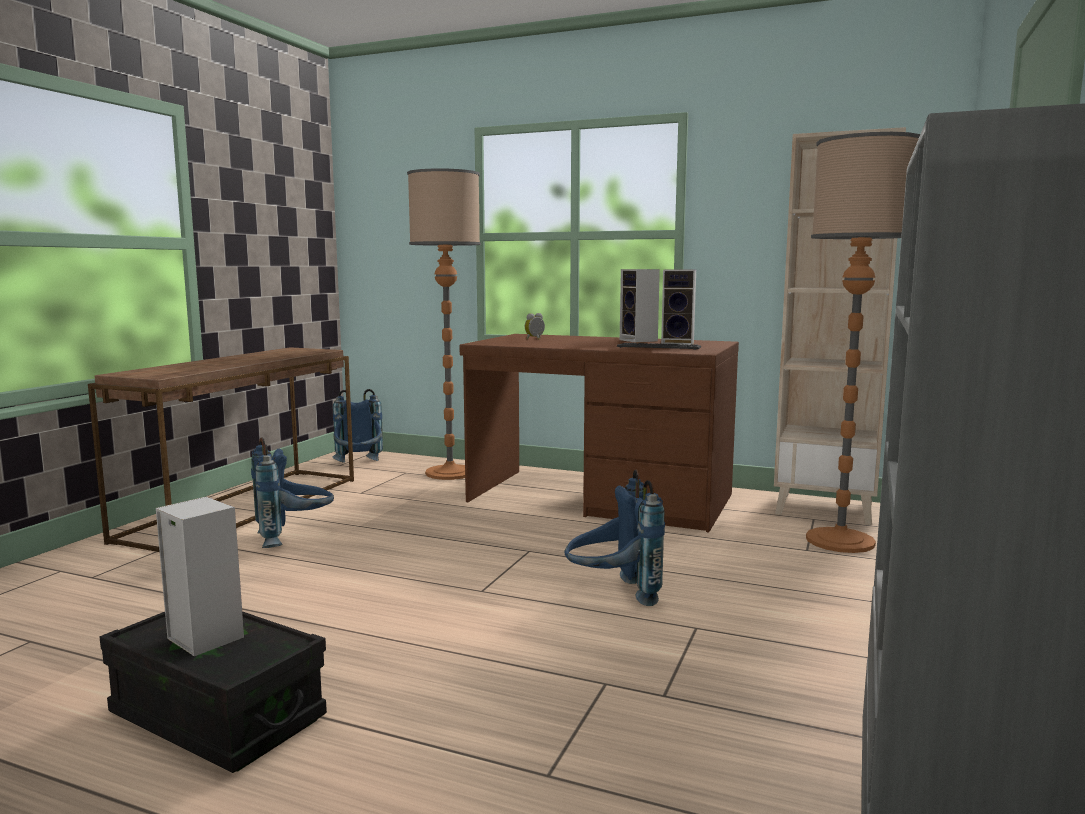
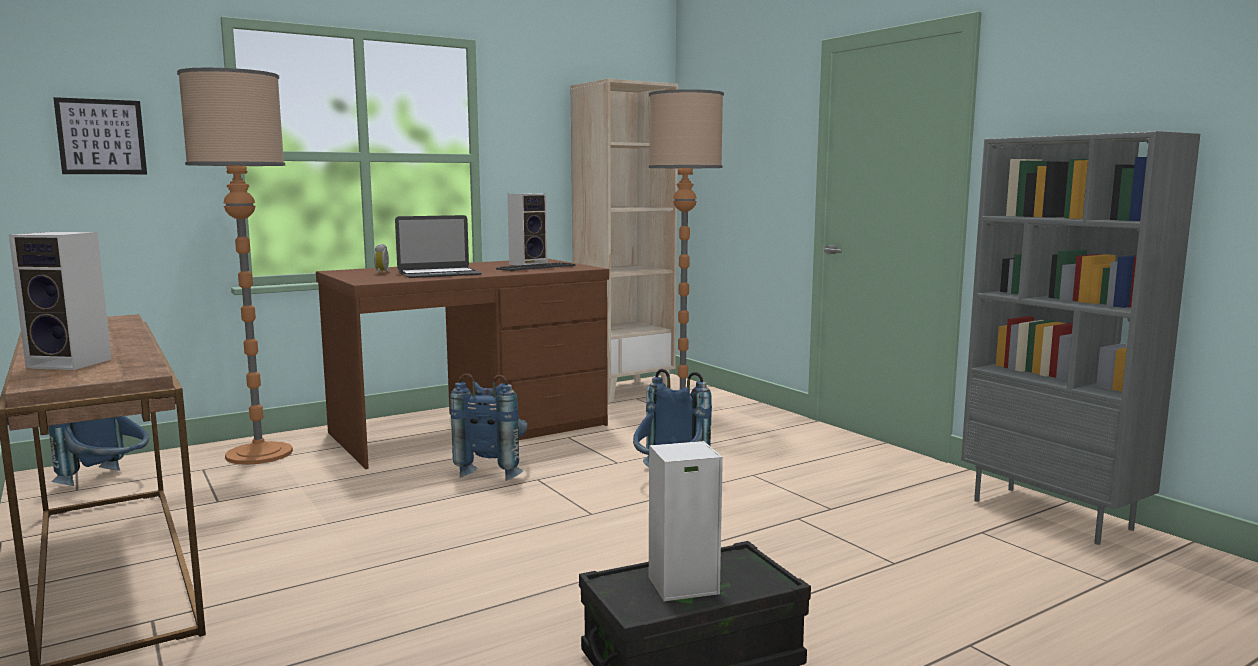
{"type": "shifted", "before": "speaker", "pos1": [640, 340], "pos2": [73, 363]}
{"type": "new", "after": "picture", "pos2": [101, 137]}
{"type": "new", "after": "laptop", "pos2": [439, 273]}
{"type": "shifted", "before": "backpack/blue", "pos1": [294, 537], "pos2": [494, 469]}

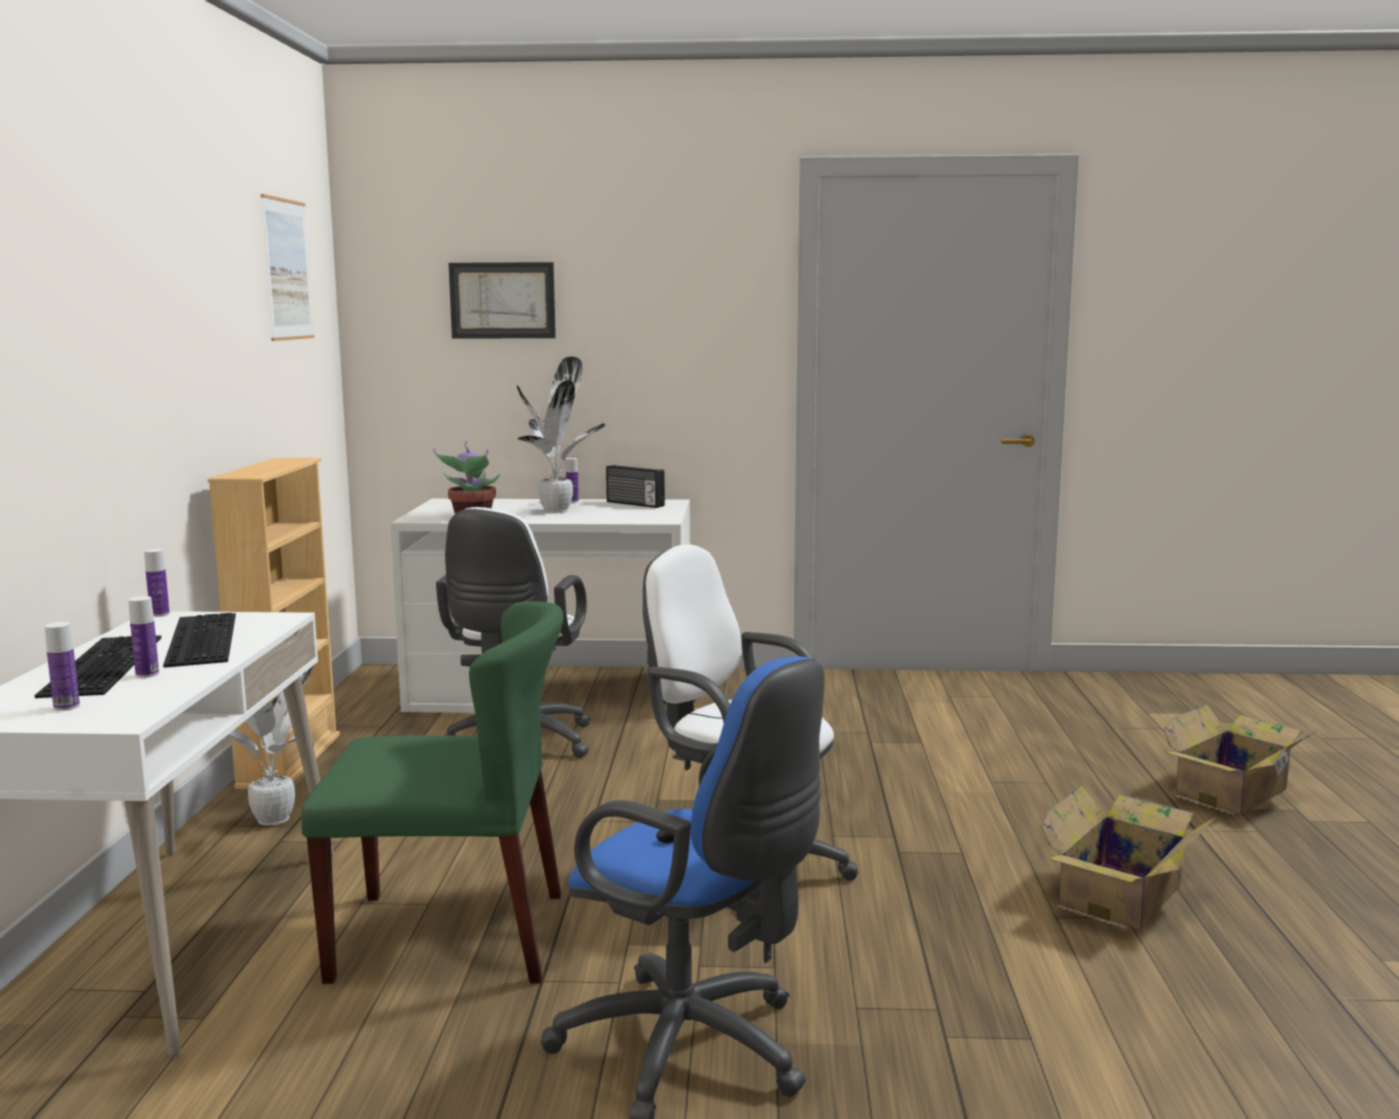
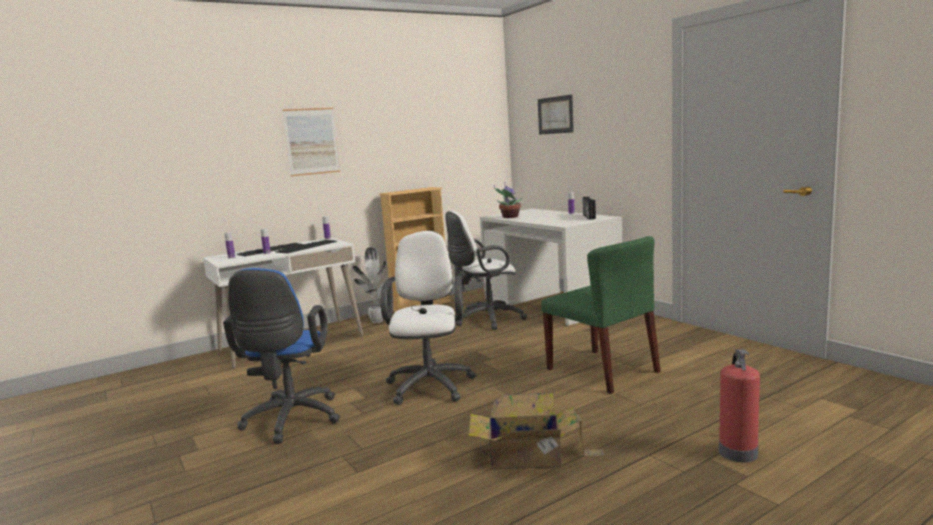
{"type": "shifted", "before": "picture", "pos1": [287, 269], "pos2": [312, 141]}
{"type": "shifted", "before": "chair/green", "pos1": [452, 936], "pos2": [603, 370]}
{"type": "swapped", "before": "cardboard box", "after": "fire extinguisher", "pos1": [1235, 791], "pos2": [737, 451]}
{"type": "gone", "before": "potted plant", "pos1": [557, 510]}

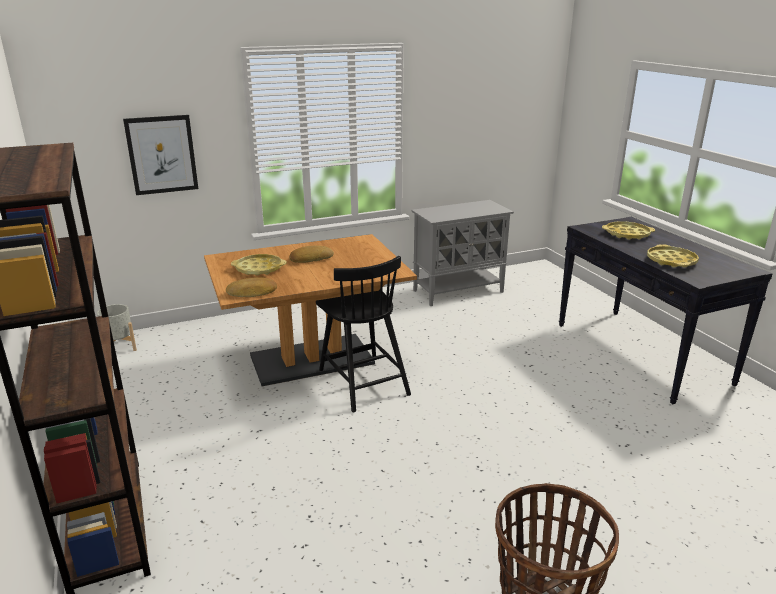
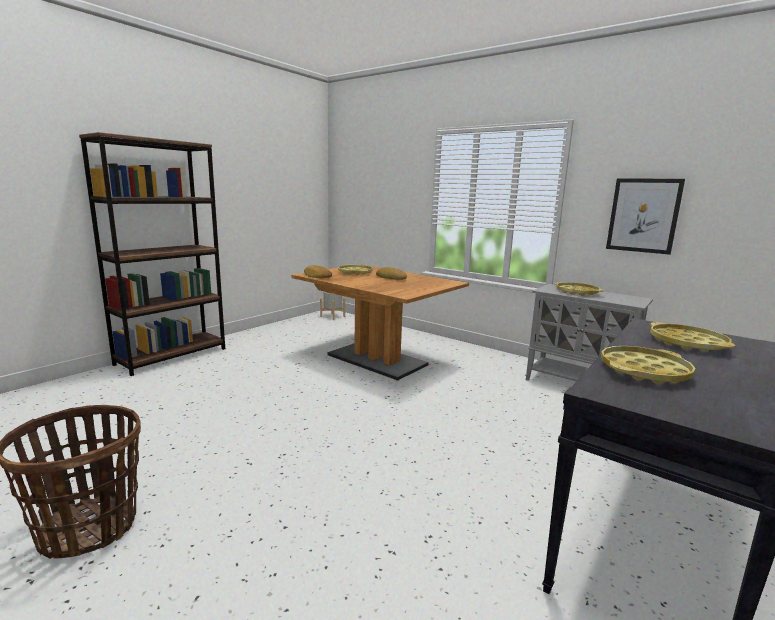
{"type": "new", "after": "tray/yellow", "pos2": [577, 292]}
{"type": "shifted", "before": "picture", "pos1": [162, 154], "pos2": [643, 215]}
{"type": "gone", "before": "chair/black", "pos1": [363, 382]}

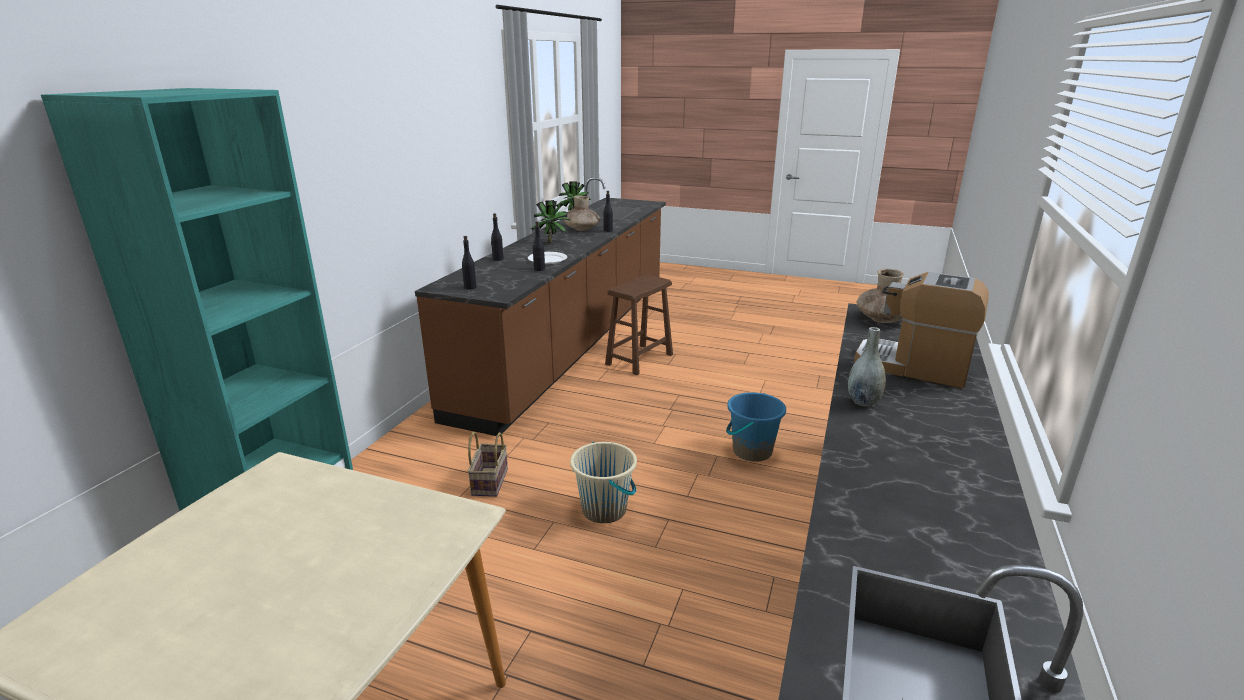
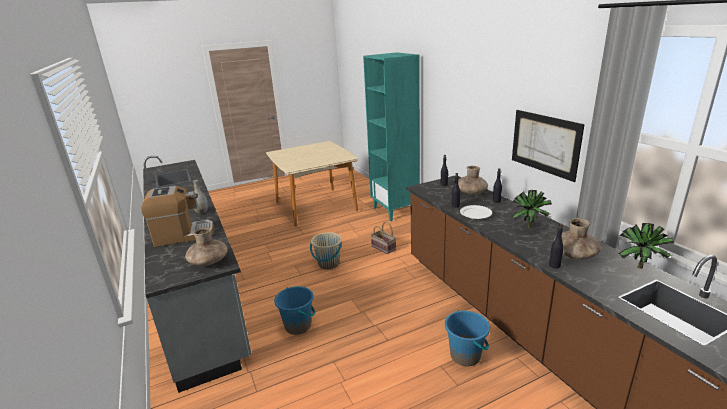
{"type": "swapped", "before": "stool/brown", "after": "bucket/blue", "pos1": [639, 359], "pos2": [465, 355]}
{"type": "new", "after": "vase/brown", "pos2": [471, 192]}
{"type": "new", "after": "picture", "pos2": [544, 143]}

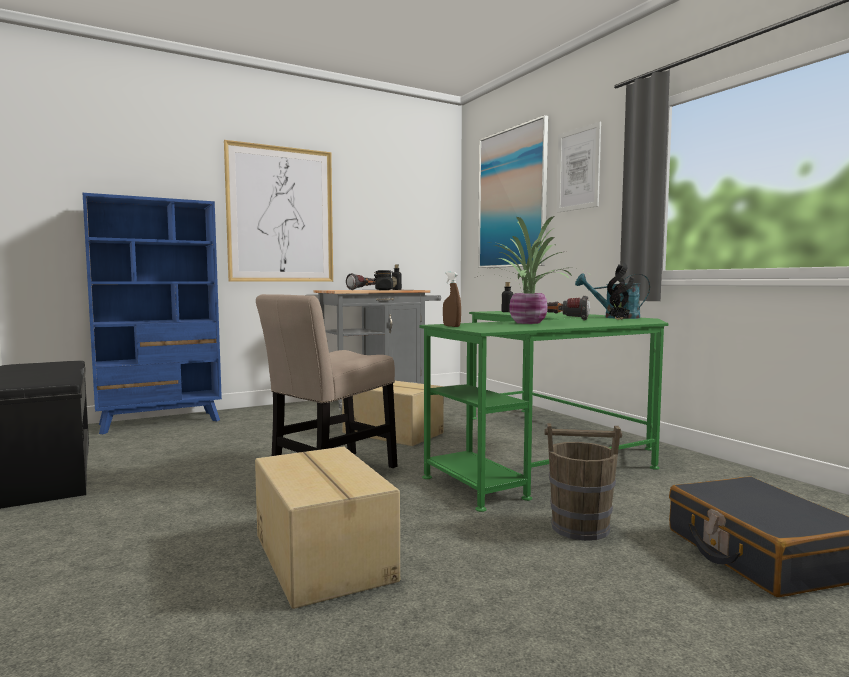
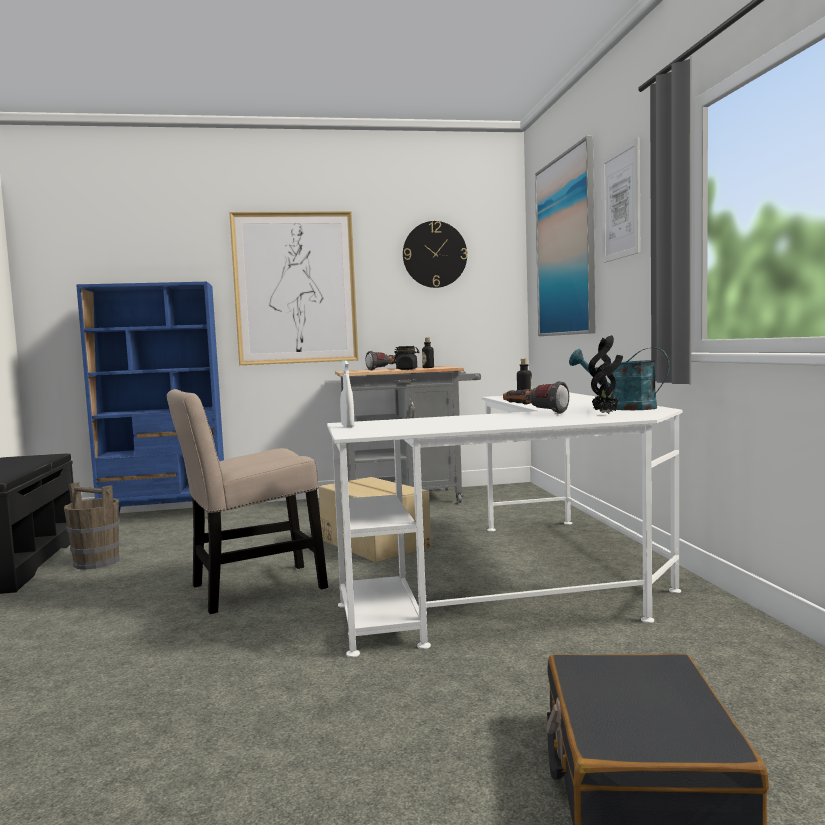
{"type": "shifted", "before": "bucket/brown", "pos1": [579, 527], "pos2": [96, 562]}
{"type": "repainted", "before": "desk/green", "after": "desk/white", "pos1": [547, 450], "pos2": [531, 580]}
{"type": "repainted", "before": "spray bottle/brown", "after": "spray bottle/white", "pos1": [451, 326], "pos2": [347, 426]}
{"type": "new", "after": "wall clock", "pos2": [434, 254]}
{"type": "gone", "before": "cardboard box", "pos1": [325, 556]}
{"type": "gone", "before": "potted plant", "pos1": [526, 323]}

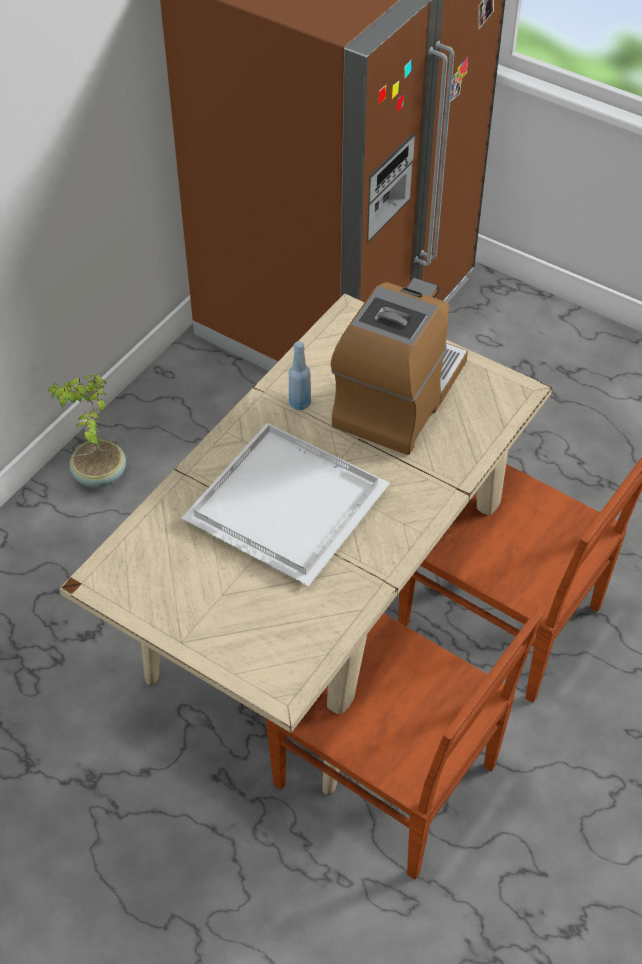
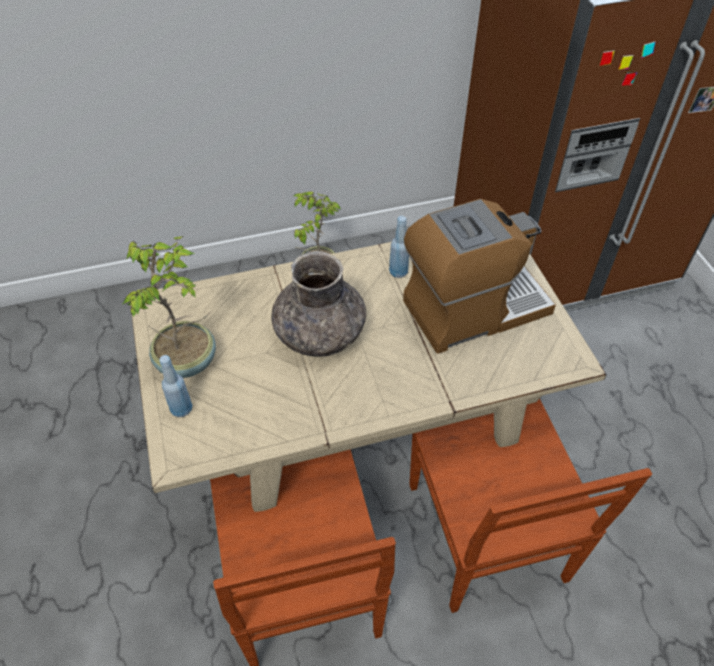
{"type": "new", "after": "potted plant", "pos2": [188, 361]}
{"type": "new", "after": "bottle/blue", "pos2": [181, 409]}
{"type": "swapped", "before": "tray/white", "after": "vase/grey", "pos1": [291, 504], "pos2": [320, 334]}

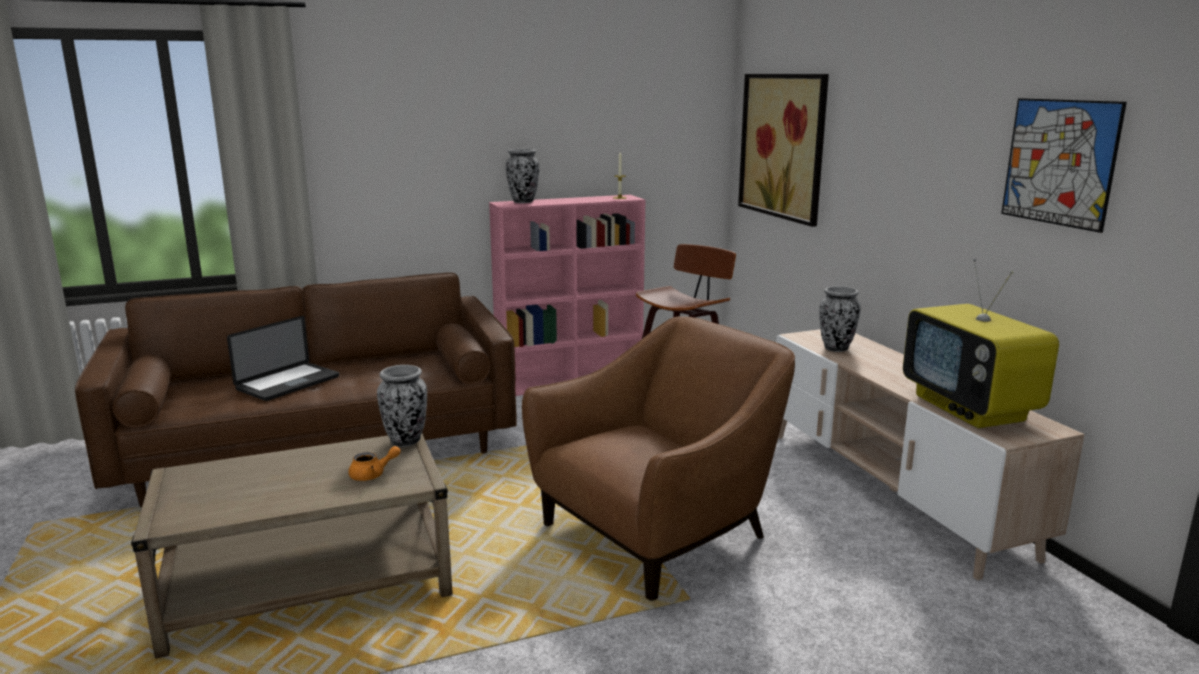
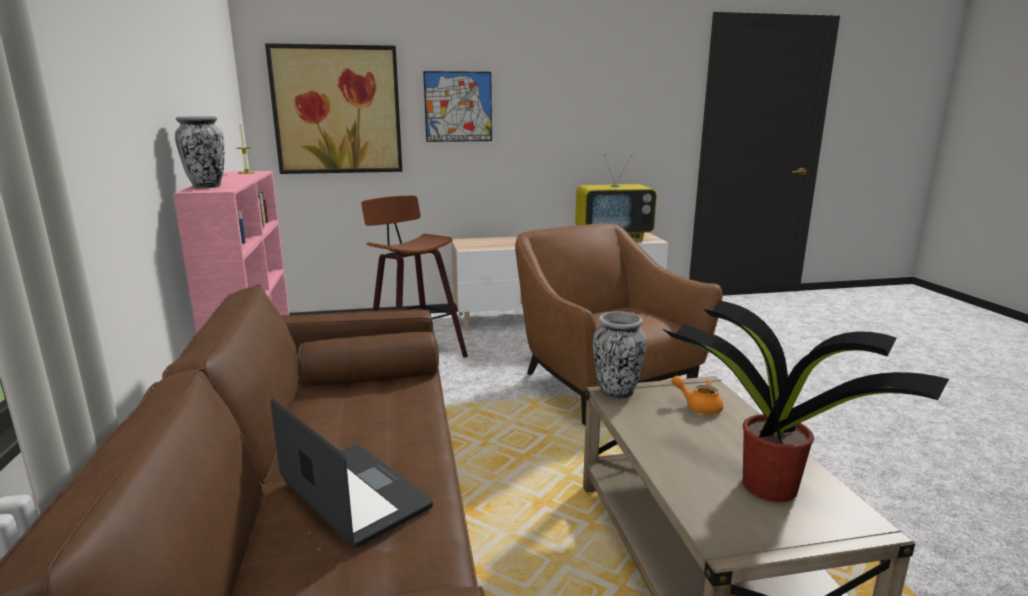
{"type": "shifted", "before": "picture", "pos1": [1059, 162], "pos2": [458, 107]}
{"type": "new", "after": "potted plant", "pos2": [766, 484]}
{"type": "rotated", "before": "teapot/orange", "pos1": [372, 475], "pos2": [698, 406], "turn": -45}
{"type": "gone", "before": "vase", "pos1": [836, 348]}

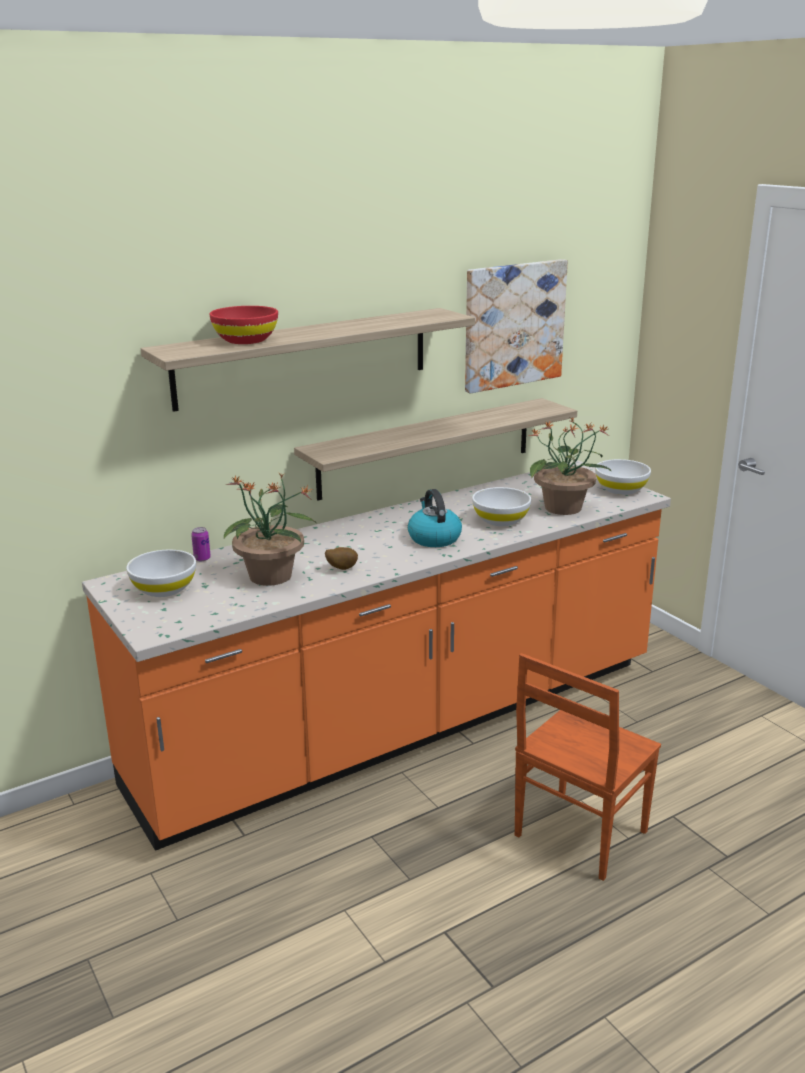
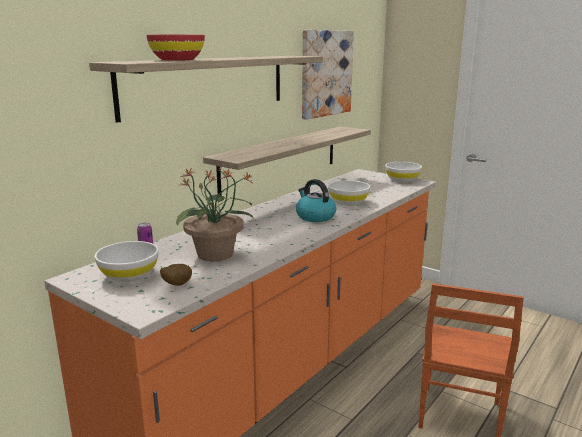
{"type": "shifted", "before": "potato", "pos1": [341, 568], "pos2": [176, 285]}
{"type": "gone", "before": "potted plant", "pos1": [564, 508]}

